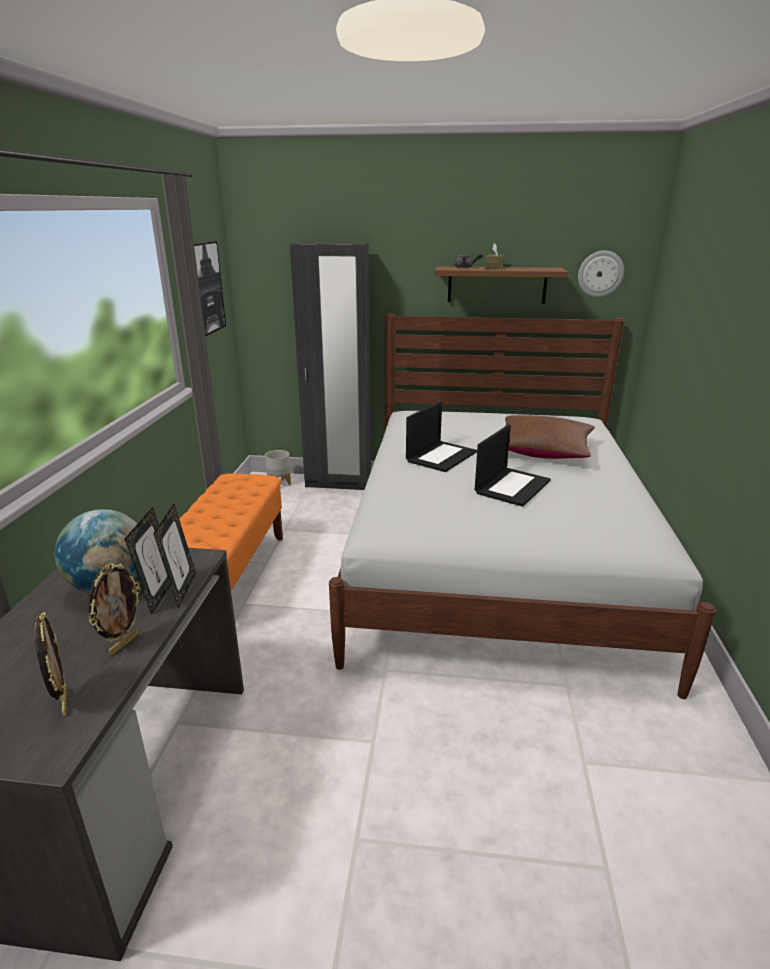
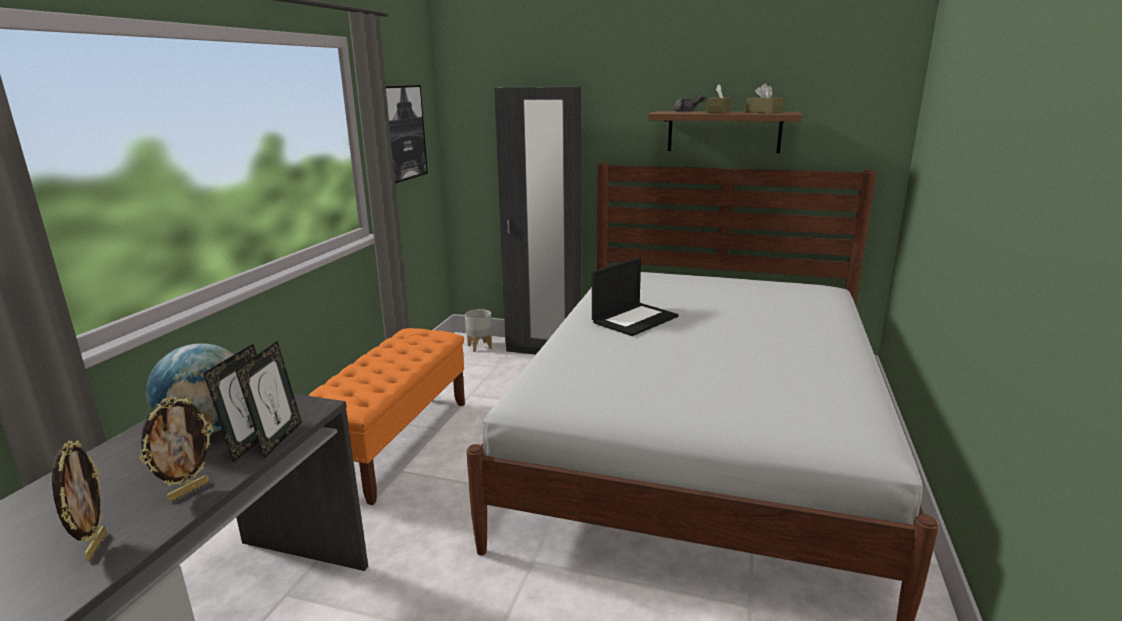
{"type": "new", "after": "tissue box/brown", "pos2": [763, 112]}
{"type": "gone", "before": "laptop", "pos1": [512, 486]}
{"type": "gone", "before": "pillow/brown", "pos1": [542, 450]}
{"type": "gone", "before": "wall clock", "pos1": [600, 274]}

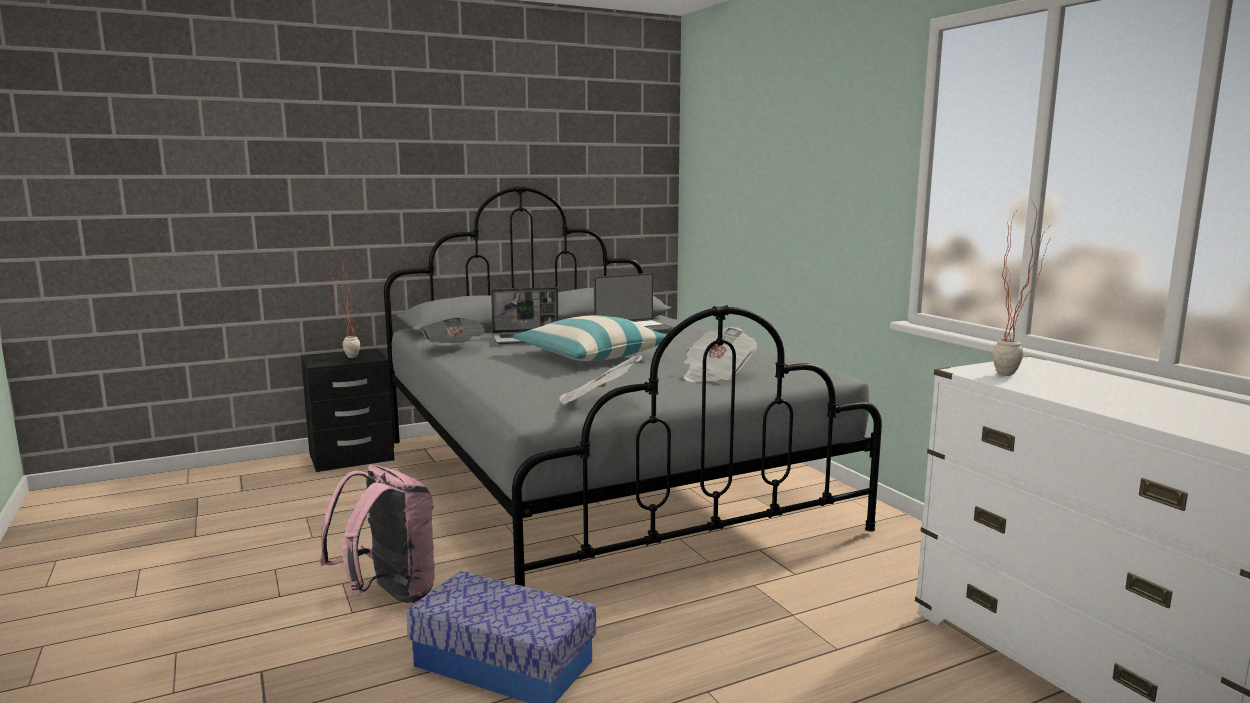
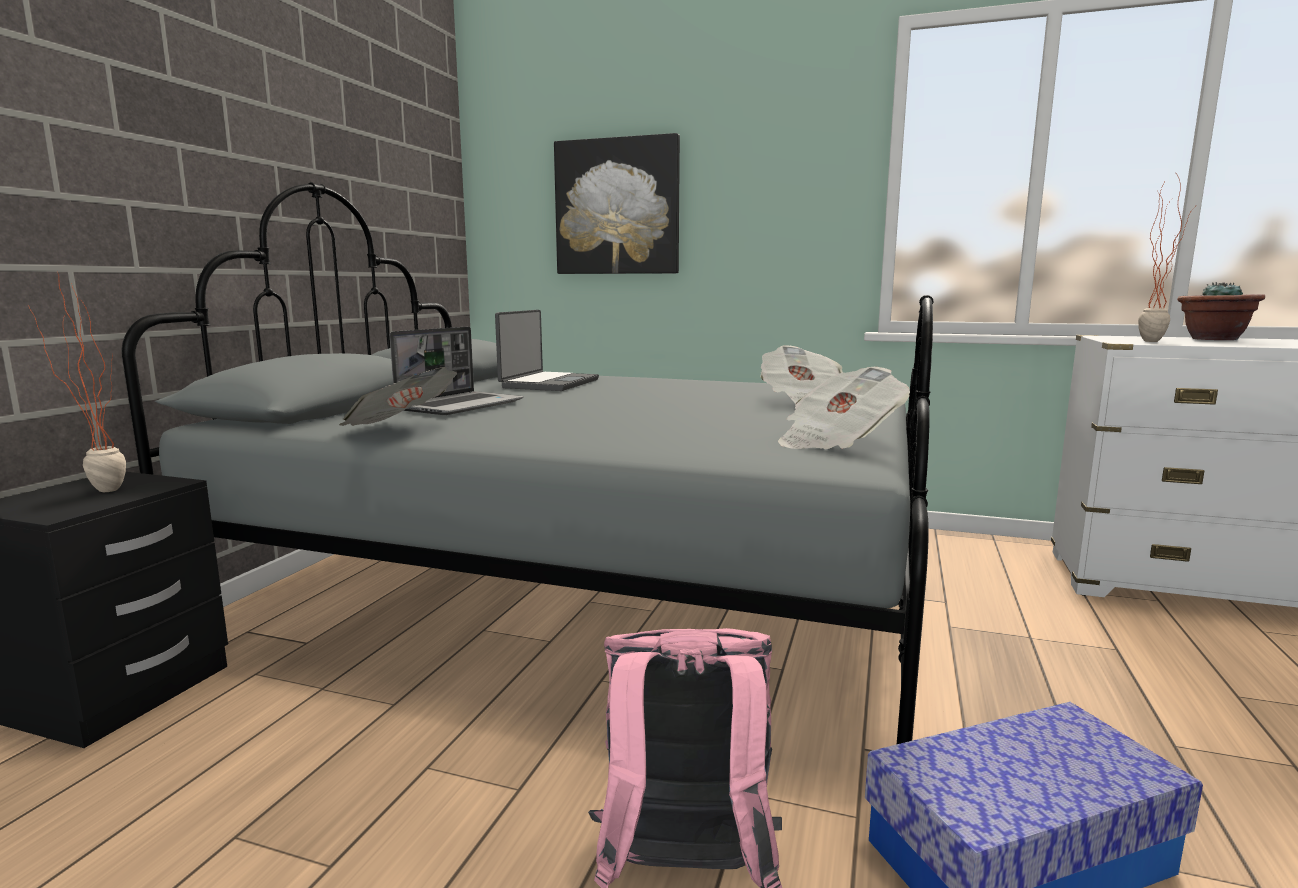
{"type": "new", "after": "picture", "pos2": [617, 207]}
{"type": "new", "after": "potted plant", "pos2": [1213, 339]}
{"type": "gone", "before": "pillow", "pos1": [591, 355]}

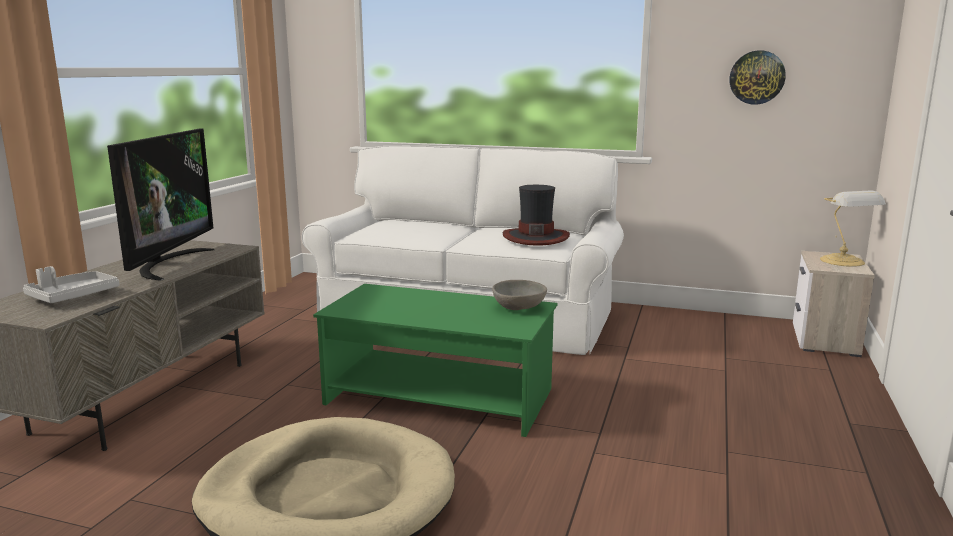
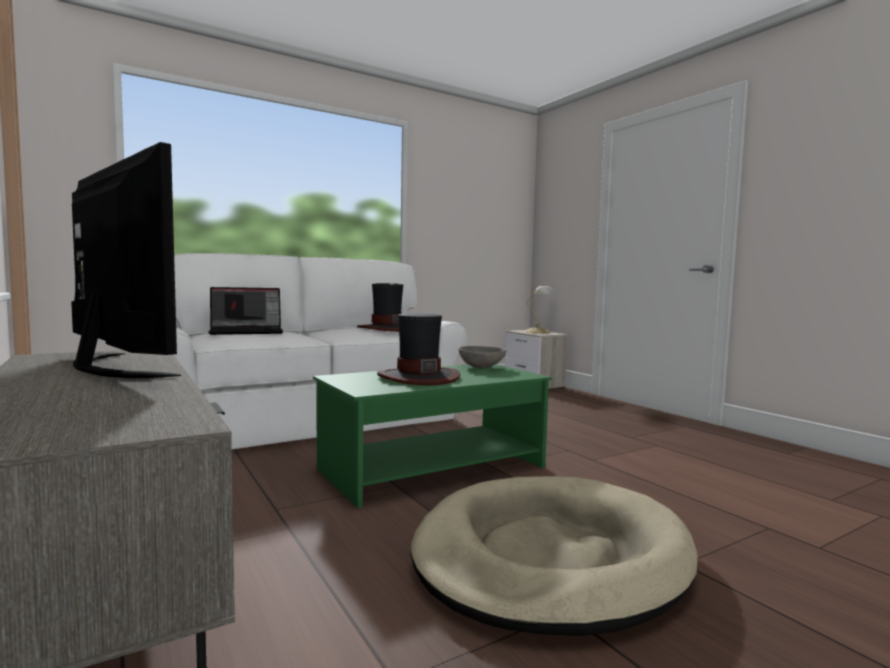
{"type": "new", "after": "laptop", "pos2": [247, 332]}
{"type": "new", "after": "hat", "pos2": [418, 377]}
{"type": "gone", "before": "tray/grey", "pos1": [73, 296]}
{"type": "gone", "before": "wall clock", "pos1": [757, 77]}

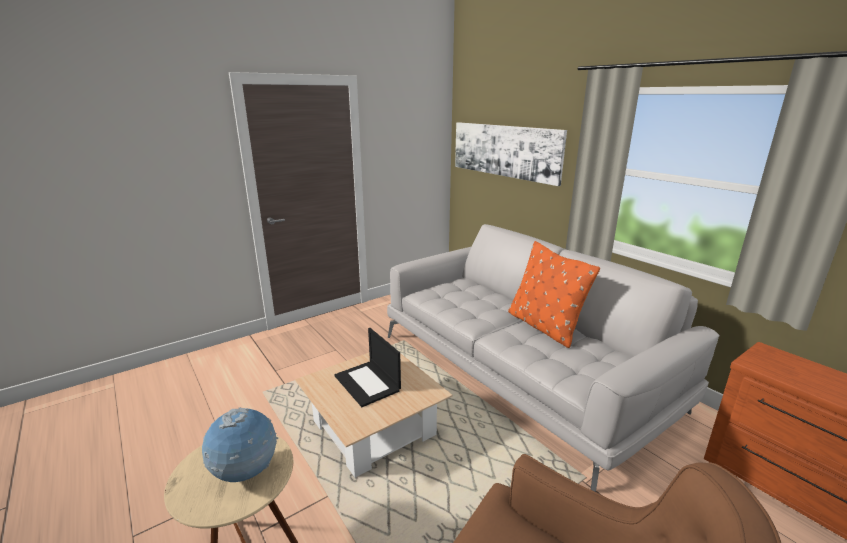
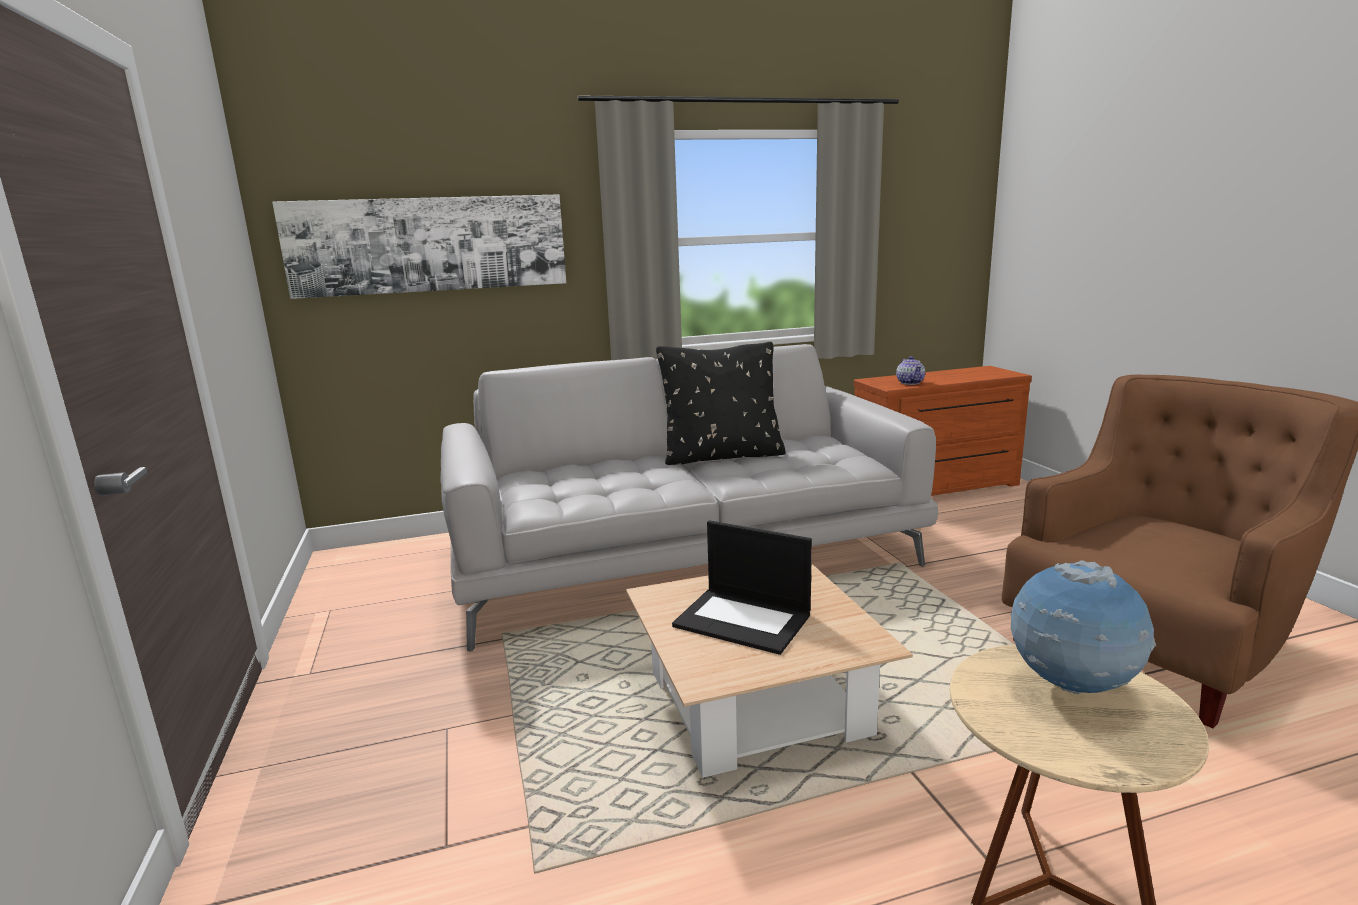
{"type": "repainted", "before": "pillow/orange", "after": "pillow/black", "pos1": [544, 326], "pos2": [722, 456]}
{"type": "rotated", "before": "laptop", "pos1": [368, 383], "pos2": [744, 620], "turn": 45}
{"type": "new", "after": "teapot", "pos2": [910, 382]}

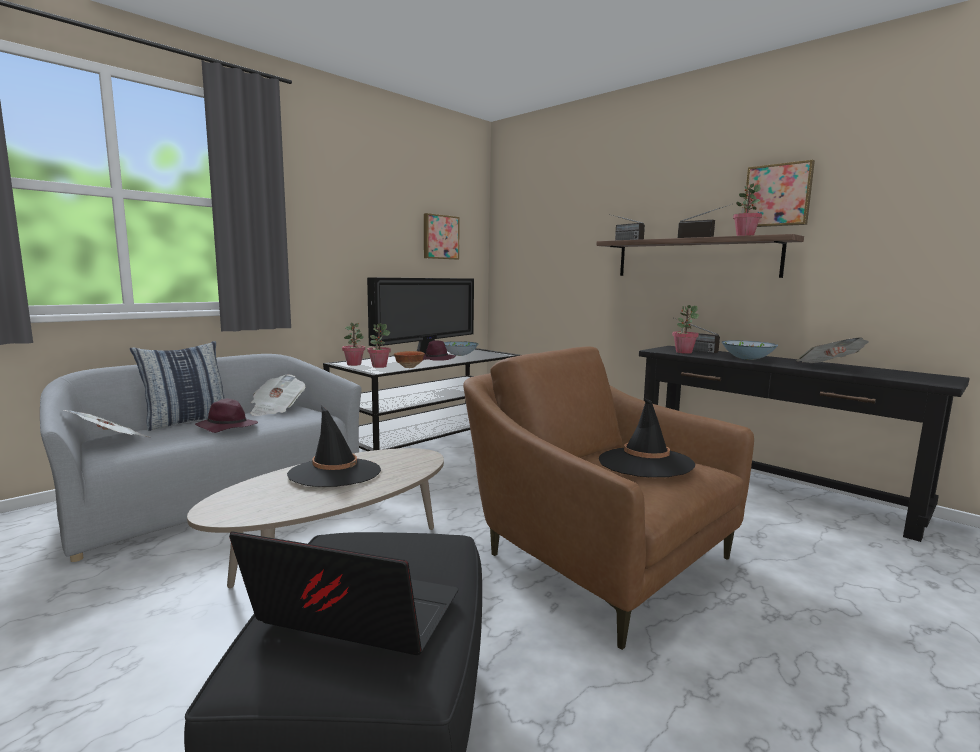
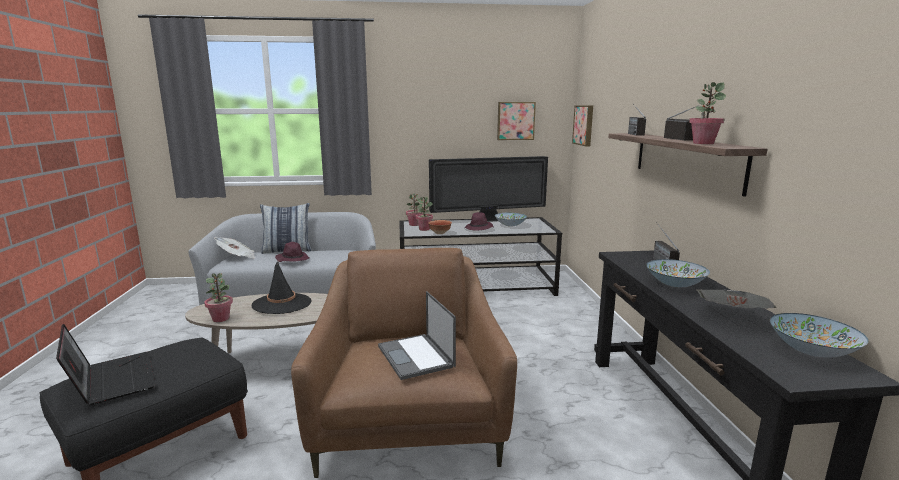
{"type": "shifted", "before": "potted plant", "pos1": [683, 352], "pos2": [221, 319]}
{"type": "swapped", "before": "hat/black", "after": "laptop", "pos1": [645, 463], "pos2": [416, 356]}
{"type": "shifted", "before": "picture", "pos1": [778, 195], "pos2": [584, 125]}
{"type": "new", "after": "bowl", "pos2": [811, 351]}
{"type": "gone", "before": "newspaper", "pos1": [276, 409]}

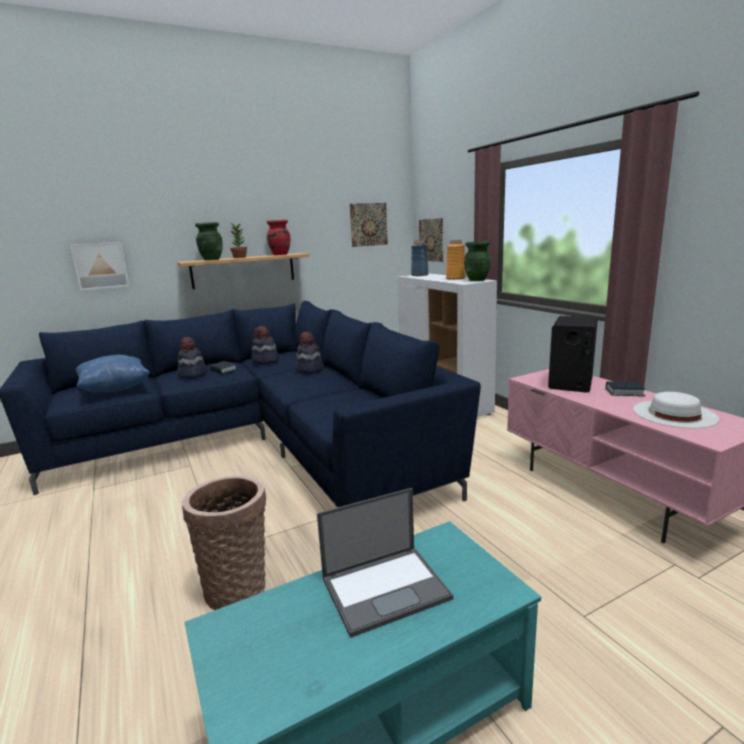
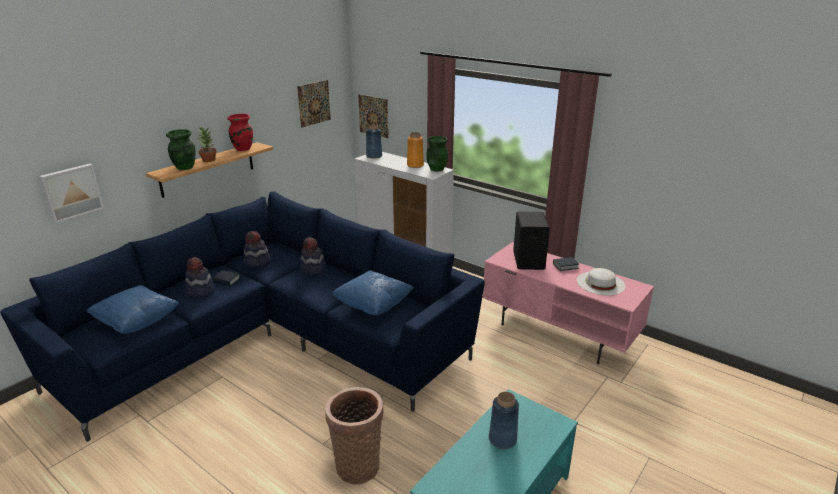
{"type": "new", "after": "pillow/blue", "pos2": [373, 306]}
{"type": "swapped", "before": "laptop", "after": "vase/blue", "pos1": [386, 587], "pos2": [502, 439]}

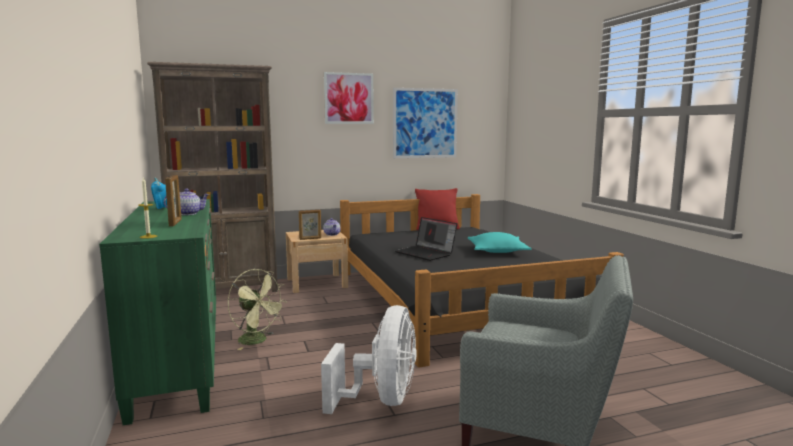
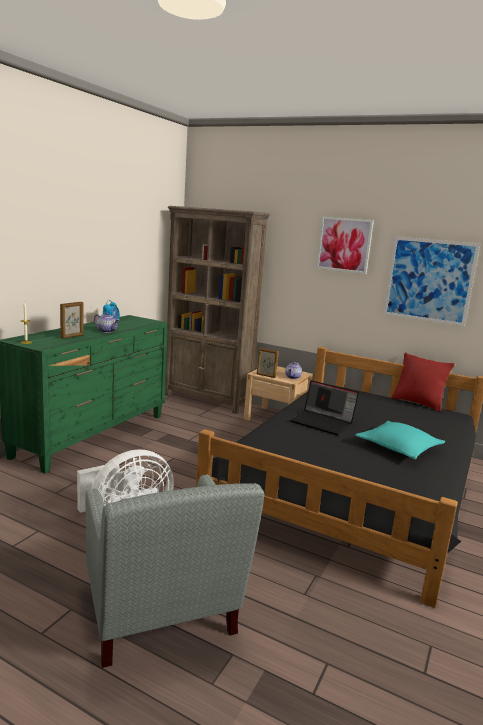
{"type": "rotated", "before": "laptop", "pos1": [426, 253], "pos2": [323, 422], "turn": -60}
{"type": "gone", "before": "fan/green", "pos1": [257, 341]}

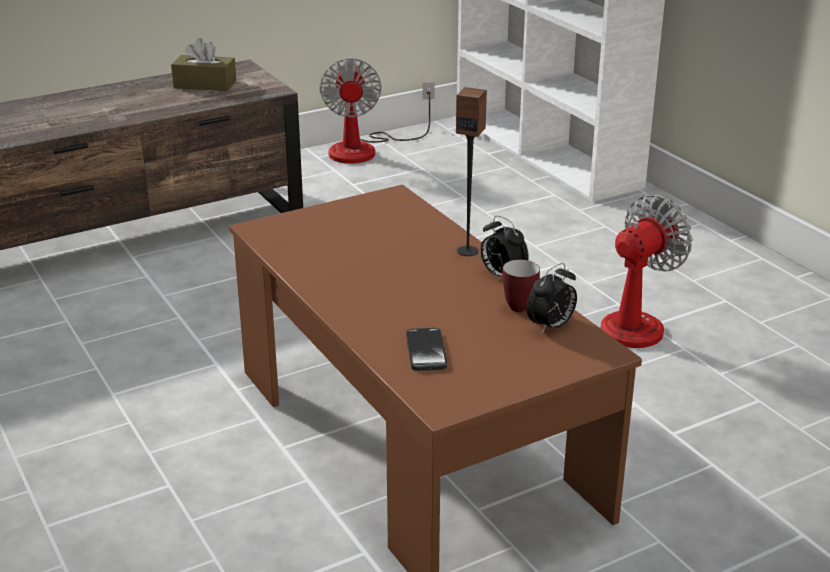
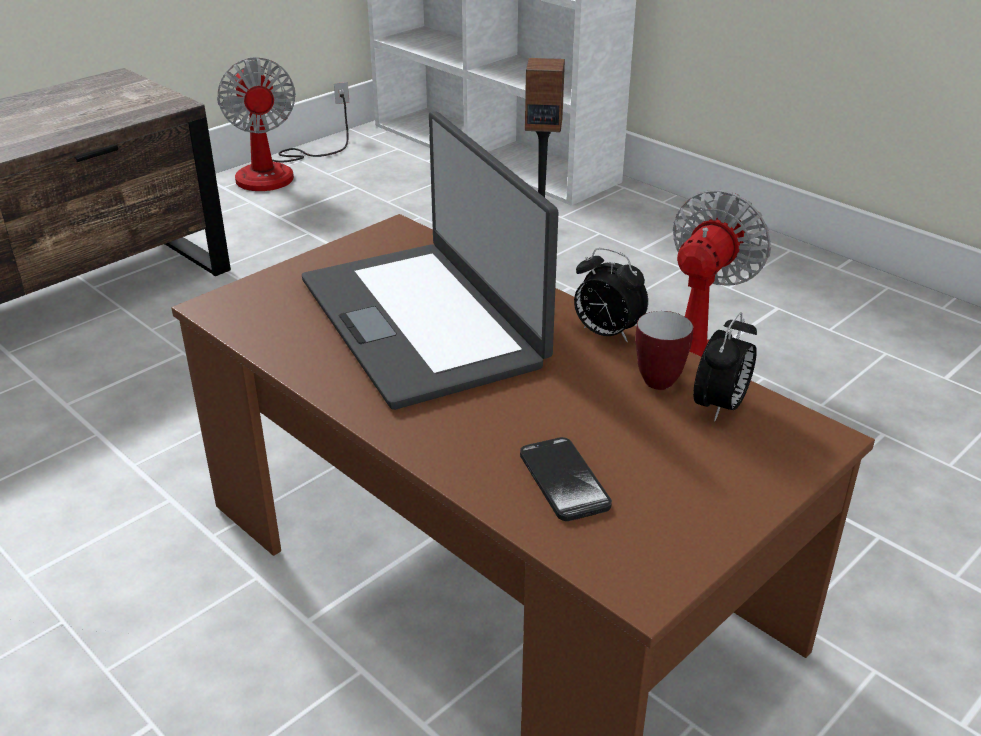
{"type": "new", "after": "laptop", "pos2": [423, 320]}
{"type": "gone", "before": "tissue box/brown", "pos1": [205, 84]}

